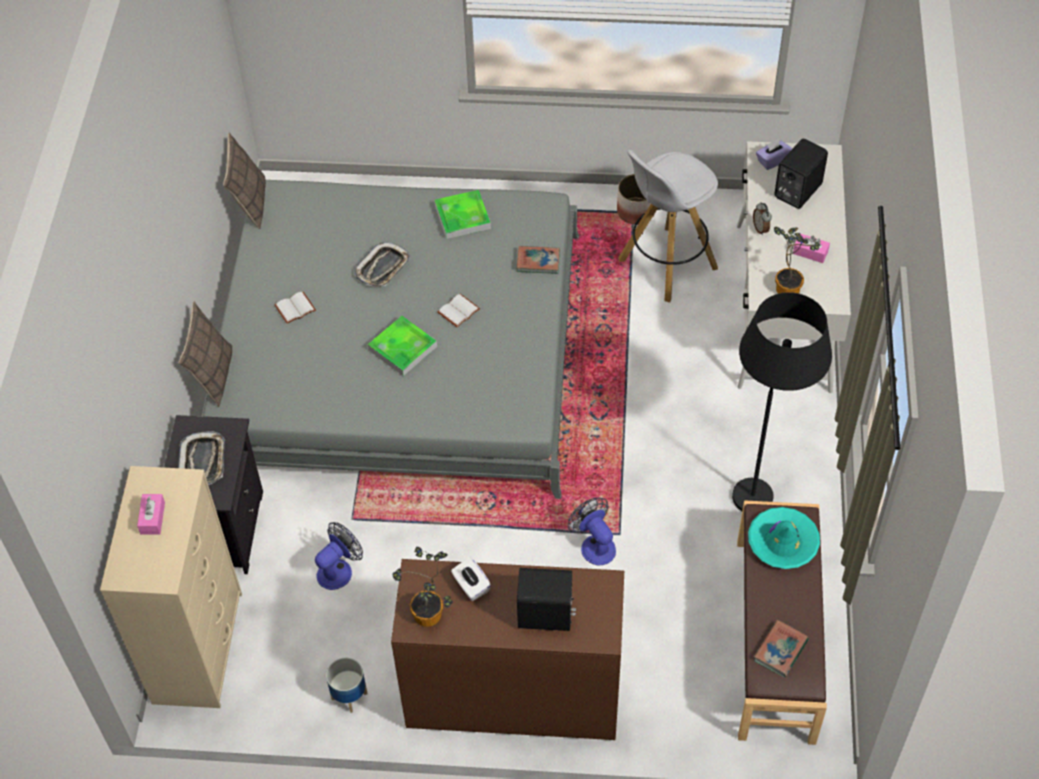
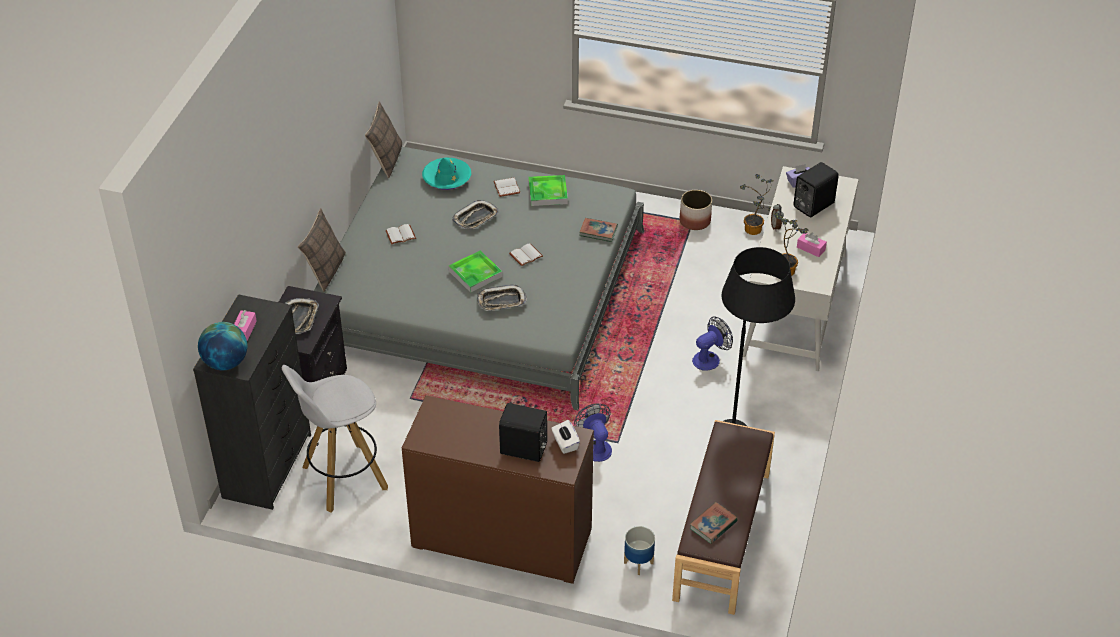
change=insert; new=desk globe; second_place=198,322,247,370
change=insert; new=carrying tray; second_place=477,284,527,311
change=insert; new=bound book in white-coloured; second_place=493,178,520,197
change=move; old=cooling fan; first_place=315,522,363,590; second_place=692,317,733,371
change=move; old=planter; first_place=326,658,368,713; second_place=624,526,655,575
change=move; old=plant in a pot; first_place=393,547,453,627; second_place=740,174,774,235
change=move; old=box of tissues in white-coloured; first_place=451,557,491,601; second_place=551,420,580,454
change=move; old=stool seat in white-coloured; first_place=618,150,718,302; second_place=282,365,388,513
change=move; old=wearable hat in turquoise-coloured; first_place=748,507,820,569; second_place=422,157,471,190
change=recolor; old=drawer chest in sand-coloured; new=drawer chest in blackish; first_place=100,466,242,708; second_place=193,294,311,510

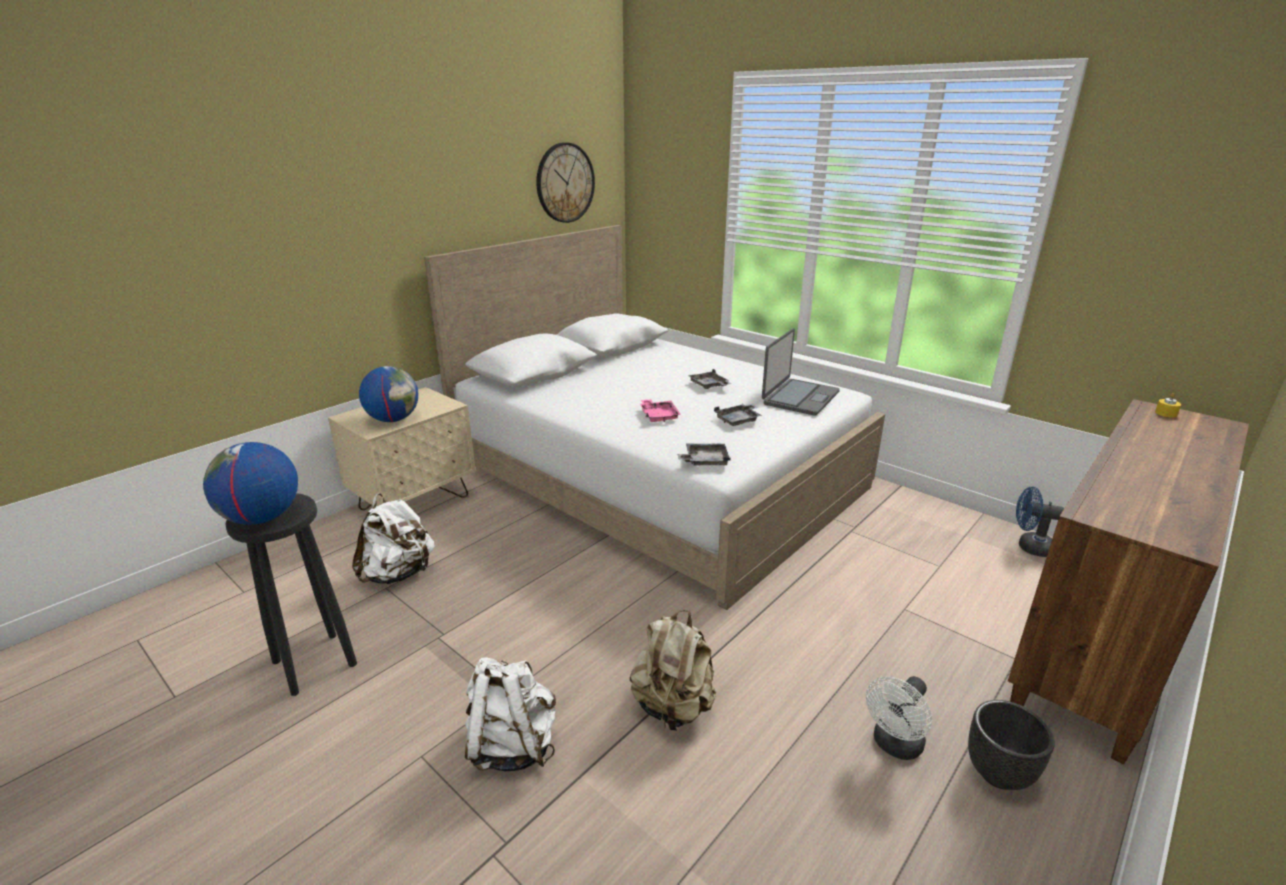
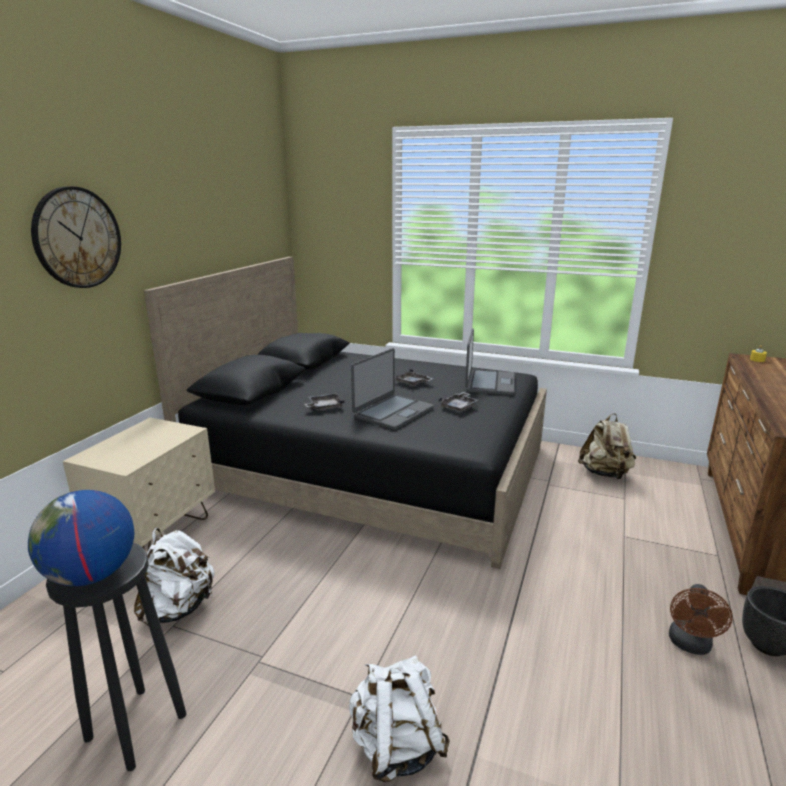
change=delete; old=desk globe; first_place=359,366,418,422
change=delete; old=cooling fan in blue-coloured; first_place=1016,487,1064,557
change=move; old=hanging clock; first_place=536,142,595,223; second_place=31,186,121,288
change=move; old=backpack in sand-coloured; first_place=630,610,716,731; second_place=578,413,636,479
change=move; old=carrying tray in gray; first_place=678,443,731,466; second_place=305,393,345,410
change=replace; old=carrying tray in pink; new=laptop; first_place=640,399,681,422; second_place=351,348,434,430
change=recolor; old=bed in white-coloured; new=bed in blackish; first_place=424,225,885,610; second_place=144,257,547,569
change=recolor; old=cooling fan in white-coloured; new=cooling fan in brown-coloured; first_place=866,676,932,760; second_place=669,584,733,655

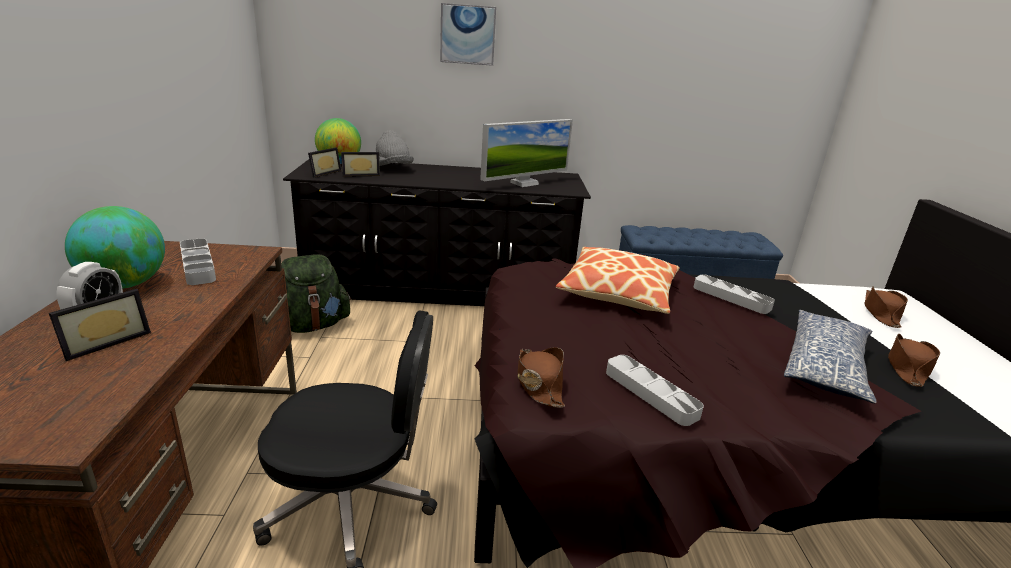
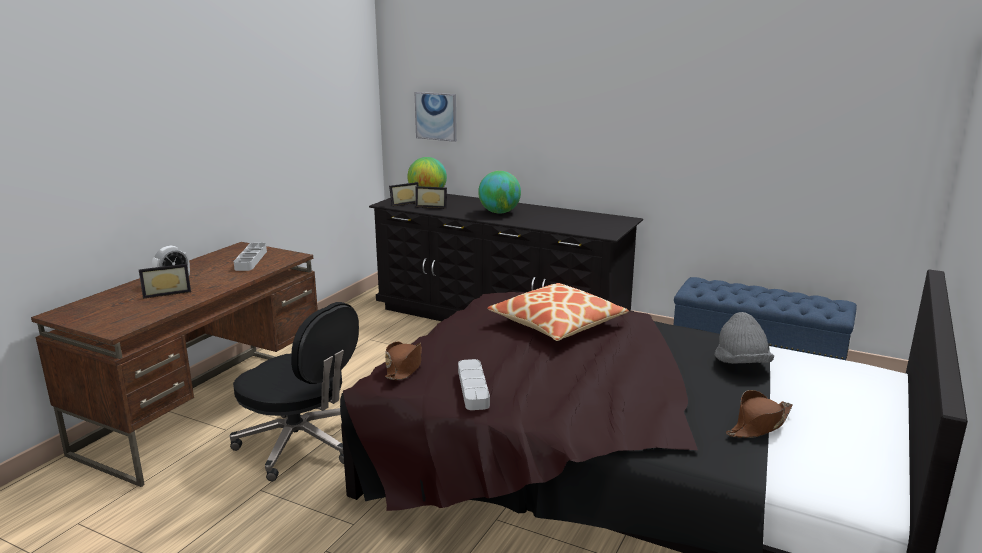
change=delete; old=backpack in greenish; first_place=281,254,351,333
change=delete; old=computer display; first_place=480,119,573,187
change=delete; old=carrying tray in gray; first_place=694,274,775,314
change=delete; old=pillow; first_place=784,310,877,403
change=delete; old=wearable hat in brown-coloured; first_place=864,286,908,328
change=move; old=desk globe; first_place=65,206,165,289; second_place=478,171,521,214
change=move; old=wearable hat in gray; first_place=376,130,414,166; second_place=715,312,774,364
change=move; old=picture; first_place=440,3,496,66; second_place=415,92,457,142

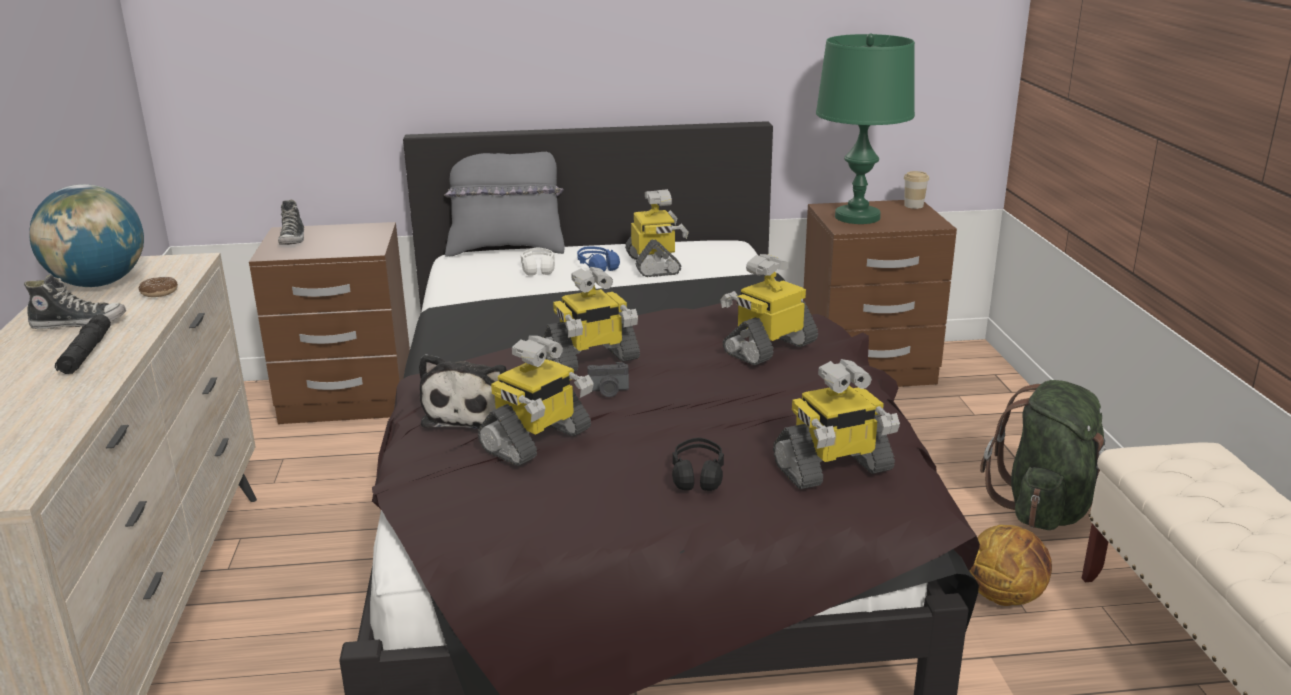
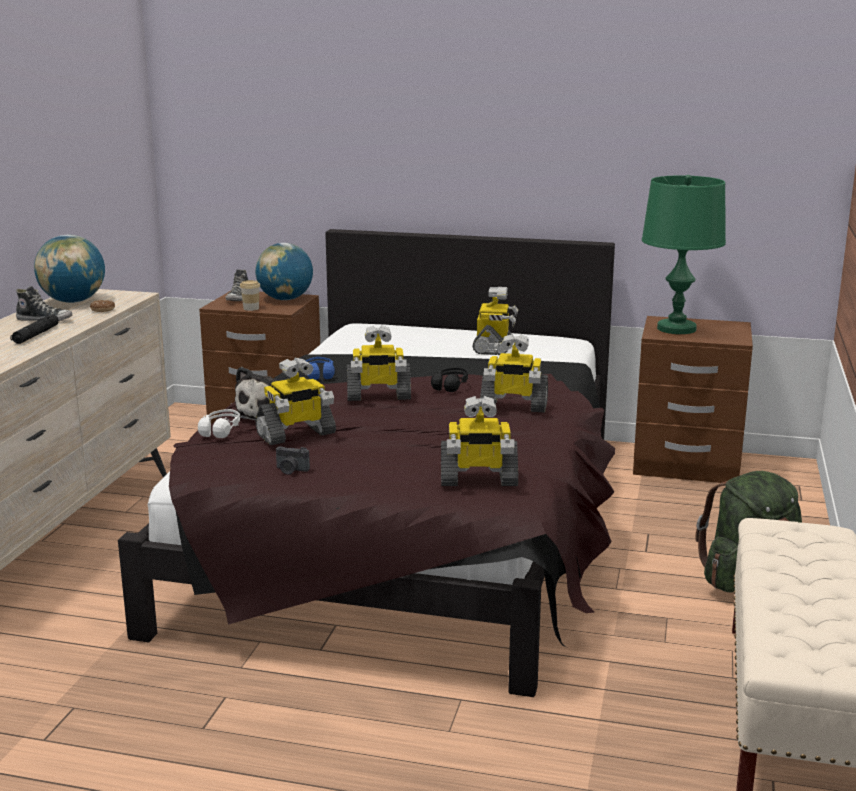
change=delete; old=pillow in gray; first_place=444,152,565,257
change=delete; old=basketball ball; first_place=969,525,1052,606
change=insert; new=desk globe; second_place=255,243,313,300
change=move; old=pair of headphones in white-coloured; first_place=521,248,555,276; second_place=198,409,240,438
change=move; old=pair of headphones in blue-coloured; first_place=577,246,620,272; second_place=306,357,335,380
change=move; old=still camera; first_place=587,362,629,397; second_place=276,447,310,475
change=move; old=pair of headphones in blackish; first_place=672,437,724,491; second_place=431,368,468,392
change=move; old=drinking cup; first_place=904,171,929,209; second_place=240,280,260,311
change=rotate; old=toy robot; first_place=720,254,818,365; second_place=480,334,548,413; degrees=-150

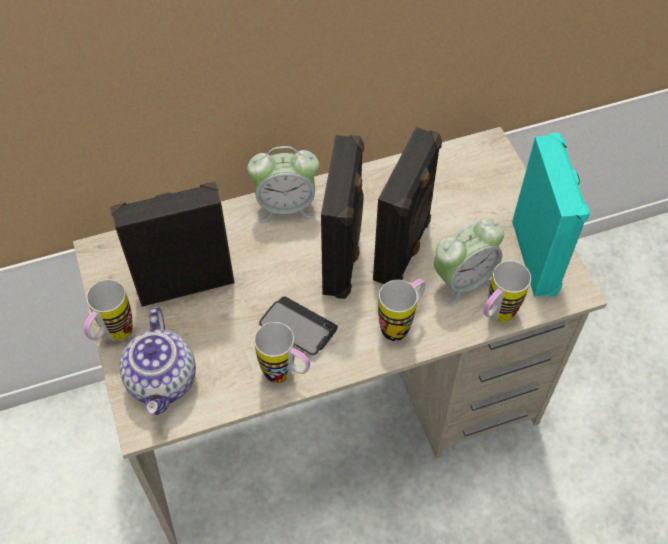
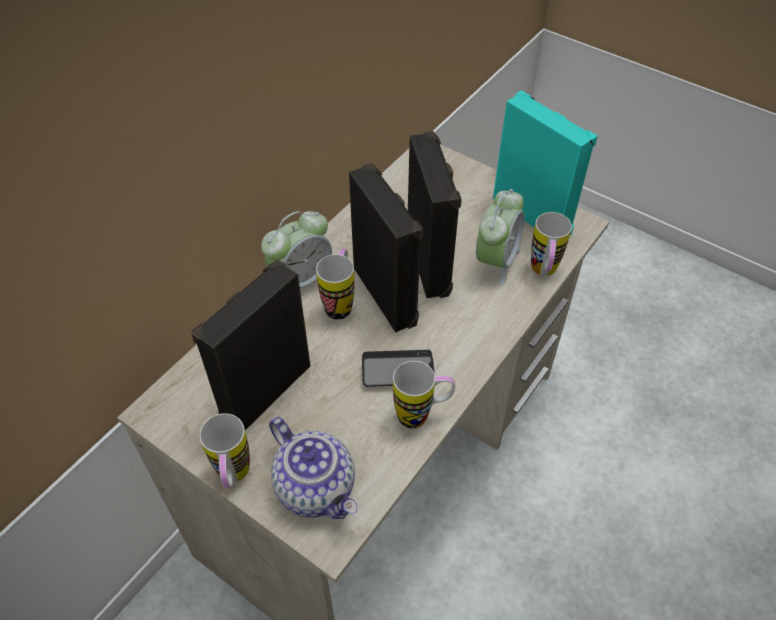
change=move; old=tea mug; first_place=378,279,426,341; second_place=316,248,354,320

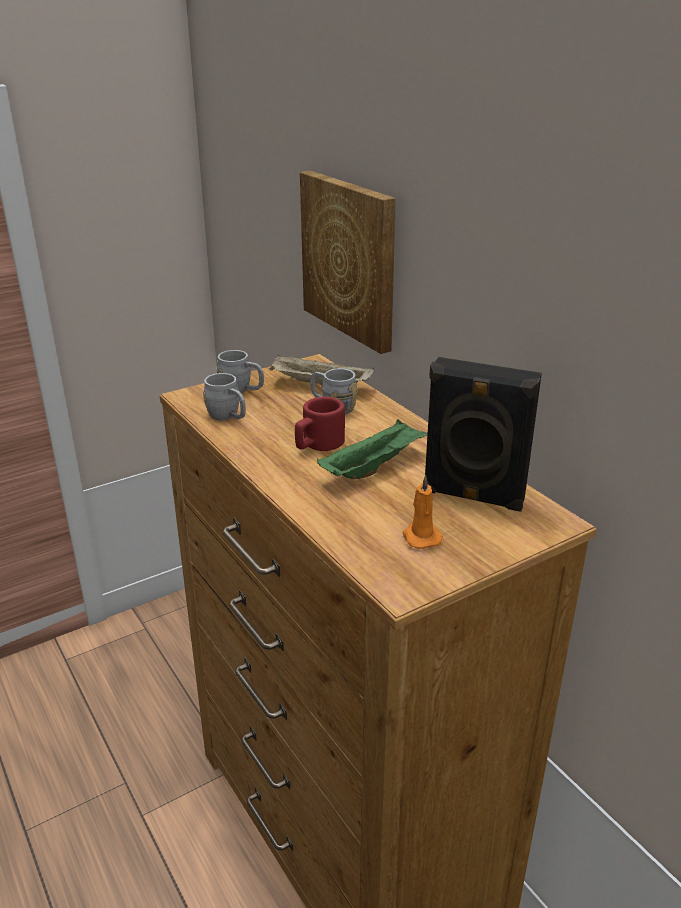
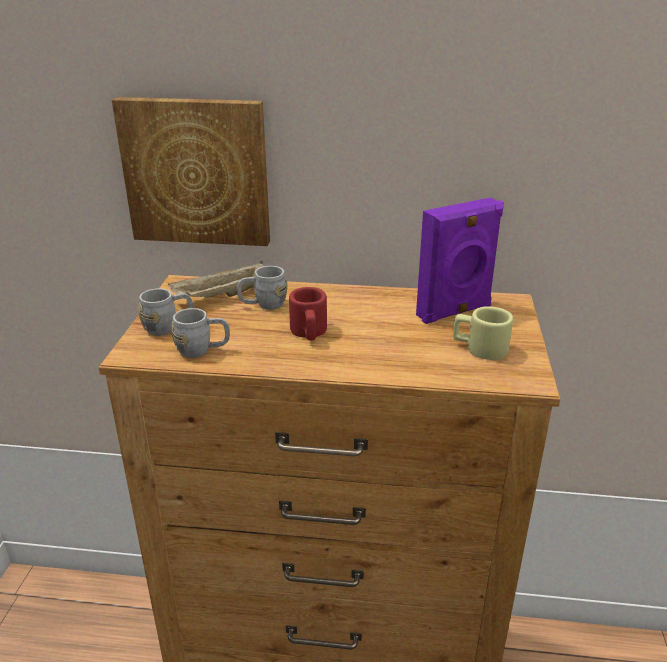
change=delete; old=carrying tray in greenish; first_place=317,419,428,479
change=replace; old=wax light in orangey; new=tea mug in sand-coloured; first_place=403,475,443,549; second_place=453,306,513,360
change=recolor; old=speaker in blackish; new=speaker in purplish; first_place=423,357,542,512; second_place=416,198,504,324

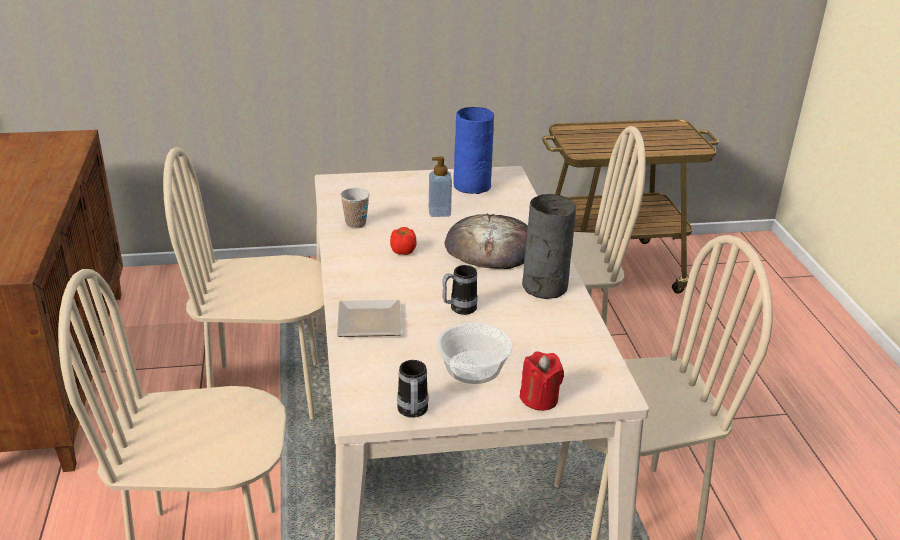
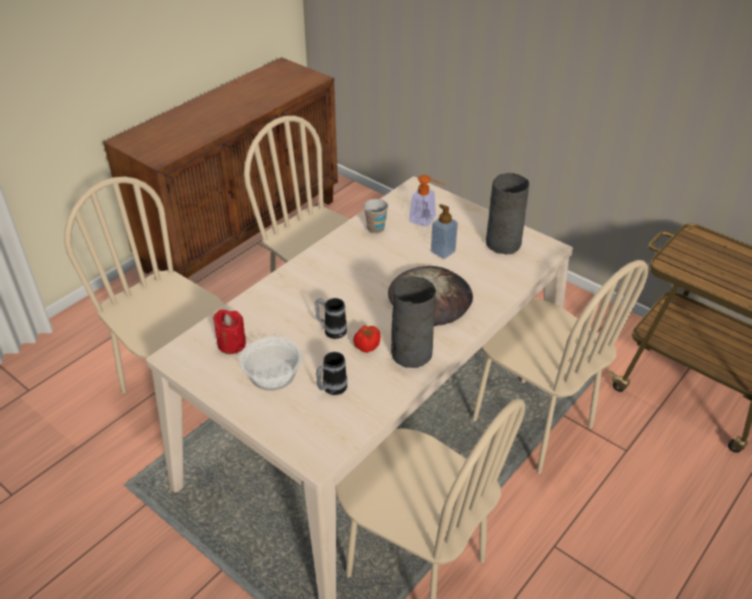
change=delete; old=plate; first_place=337,300,401,337
change=insert; new=soap dispenser; second_place=409,175,444,226
change=move; old=whole tomato; first_place=390,227,417,255; second_place=353,325,380,353
change=move; old=tea mug; first_place=397,360,429,418; second_place=316,352,347,395
change=move; old=wax light in red-coloured; first_place=520,351,564,411; second_place=213,309,246,354
change=recolor; old=vase in blue-coloured; new=vase in gray; first_place=453,107,494,194; second_place=486,173,529,255

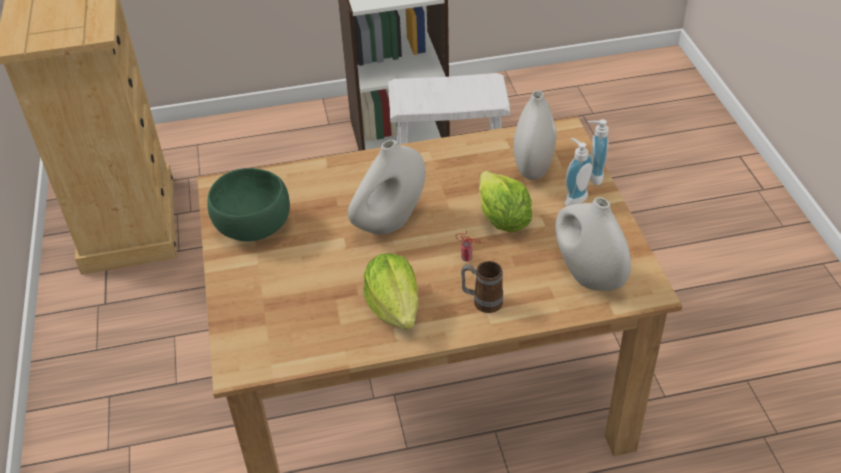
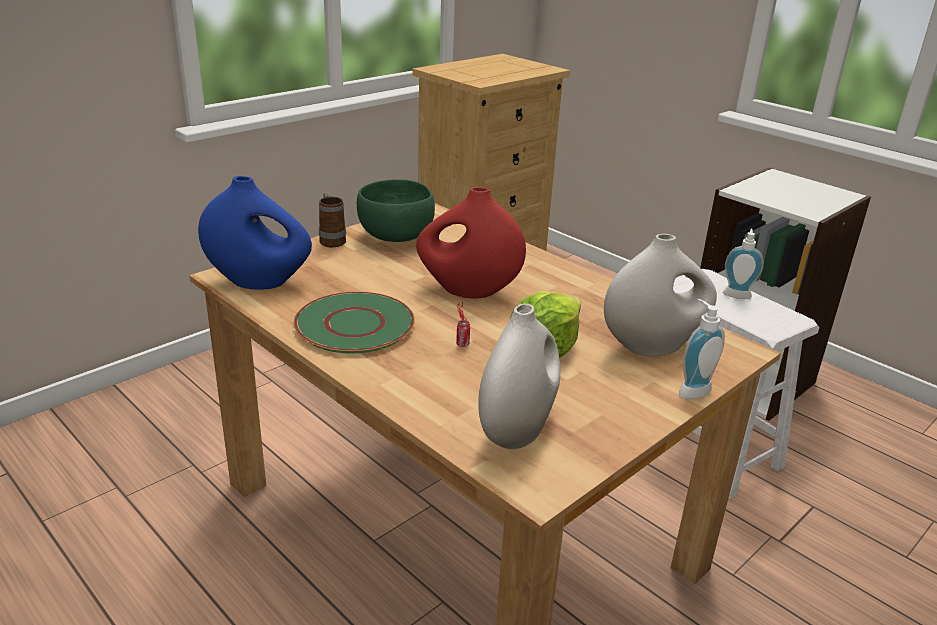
change=insert; new=vase in blue-coloured; second_place=198,176,312,290
change=move; old=tea mug; first_place=461,261,503,313; second_place=319,192,346,247
change=move; old=soap dispenser; first_place=565,138,593,206; second_place=723,229,764,299
change=replace; old=lettuce head; new=plate in greenish; first_place=363,253,418,329; second_place=294,292,415,353
change=recolor; old=vase in white-coloured; new=vase in red-coloured; first_place=348,140,426,235; second_place=416,187,526,299

